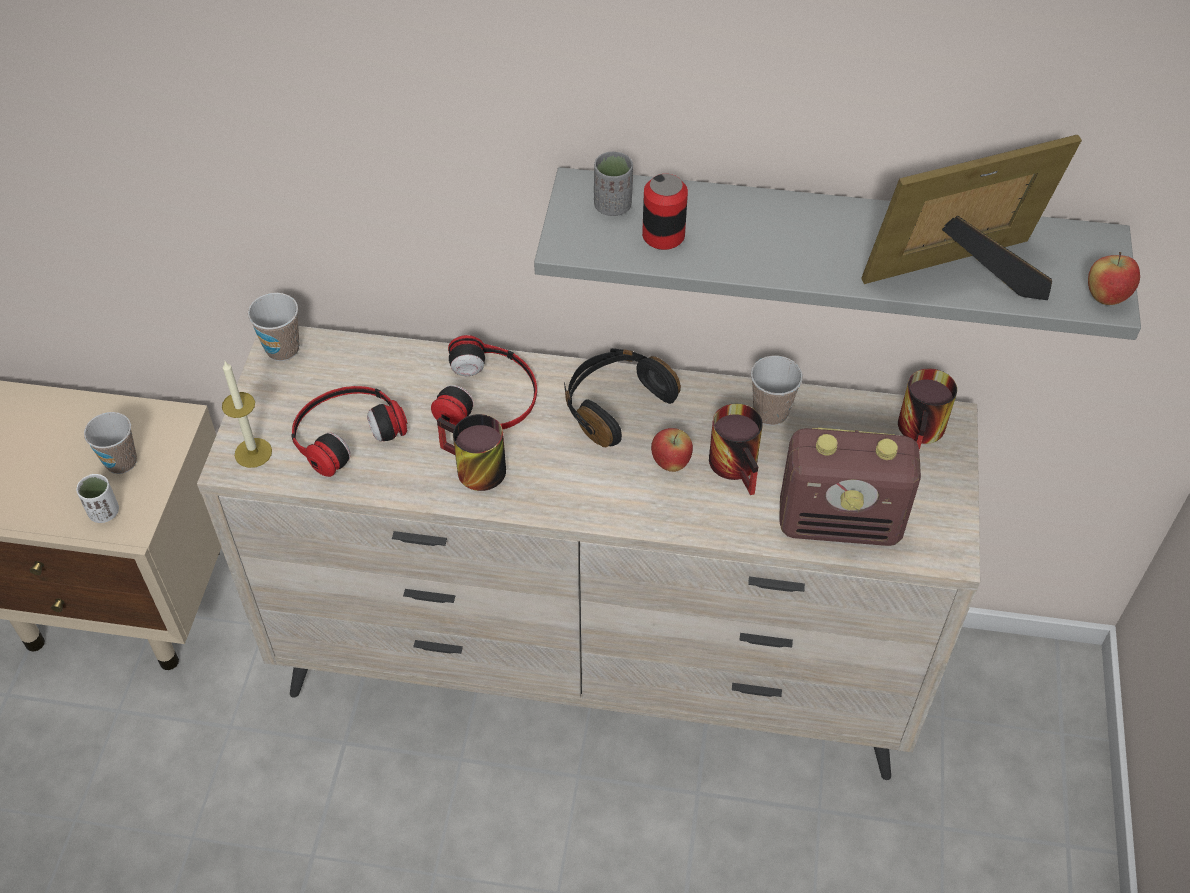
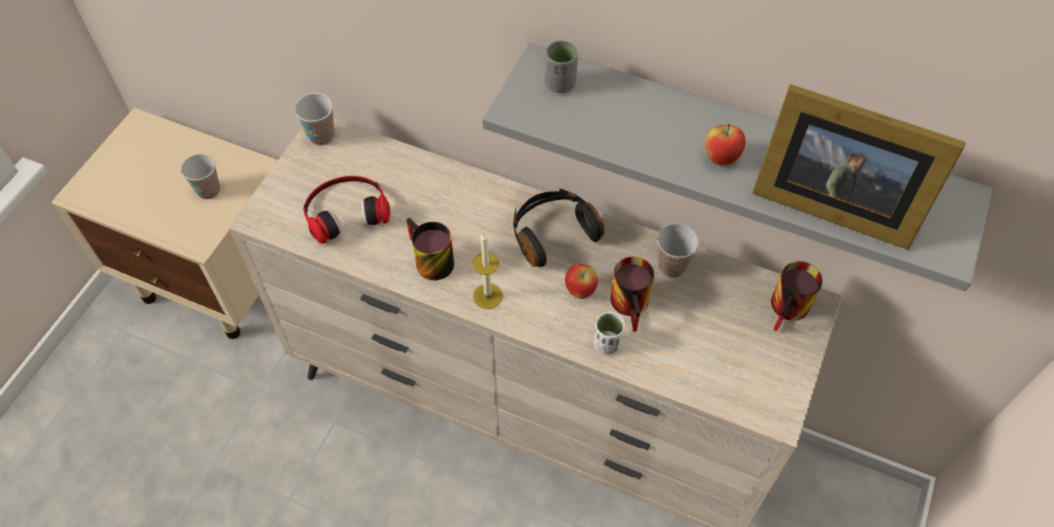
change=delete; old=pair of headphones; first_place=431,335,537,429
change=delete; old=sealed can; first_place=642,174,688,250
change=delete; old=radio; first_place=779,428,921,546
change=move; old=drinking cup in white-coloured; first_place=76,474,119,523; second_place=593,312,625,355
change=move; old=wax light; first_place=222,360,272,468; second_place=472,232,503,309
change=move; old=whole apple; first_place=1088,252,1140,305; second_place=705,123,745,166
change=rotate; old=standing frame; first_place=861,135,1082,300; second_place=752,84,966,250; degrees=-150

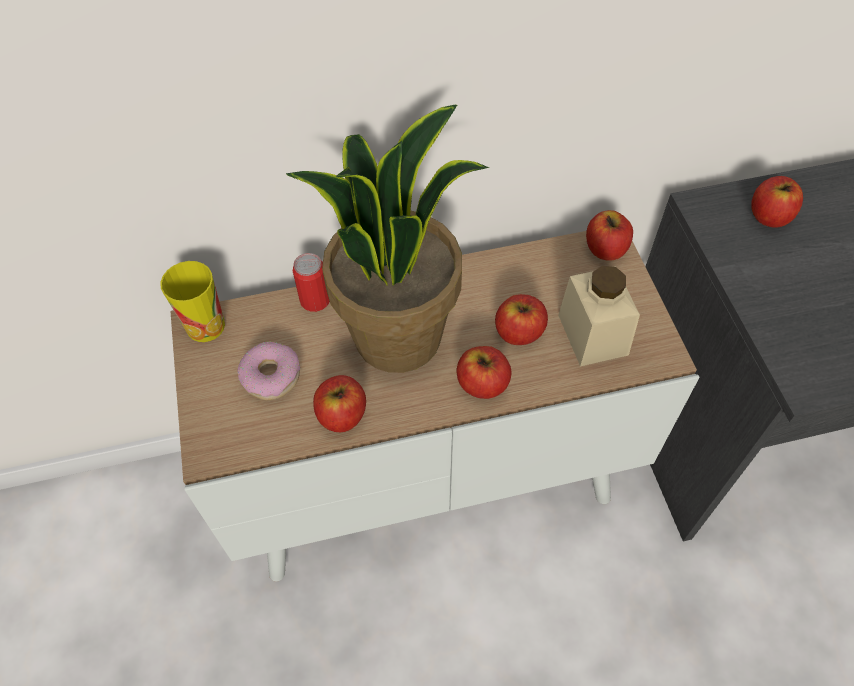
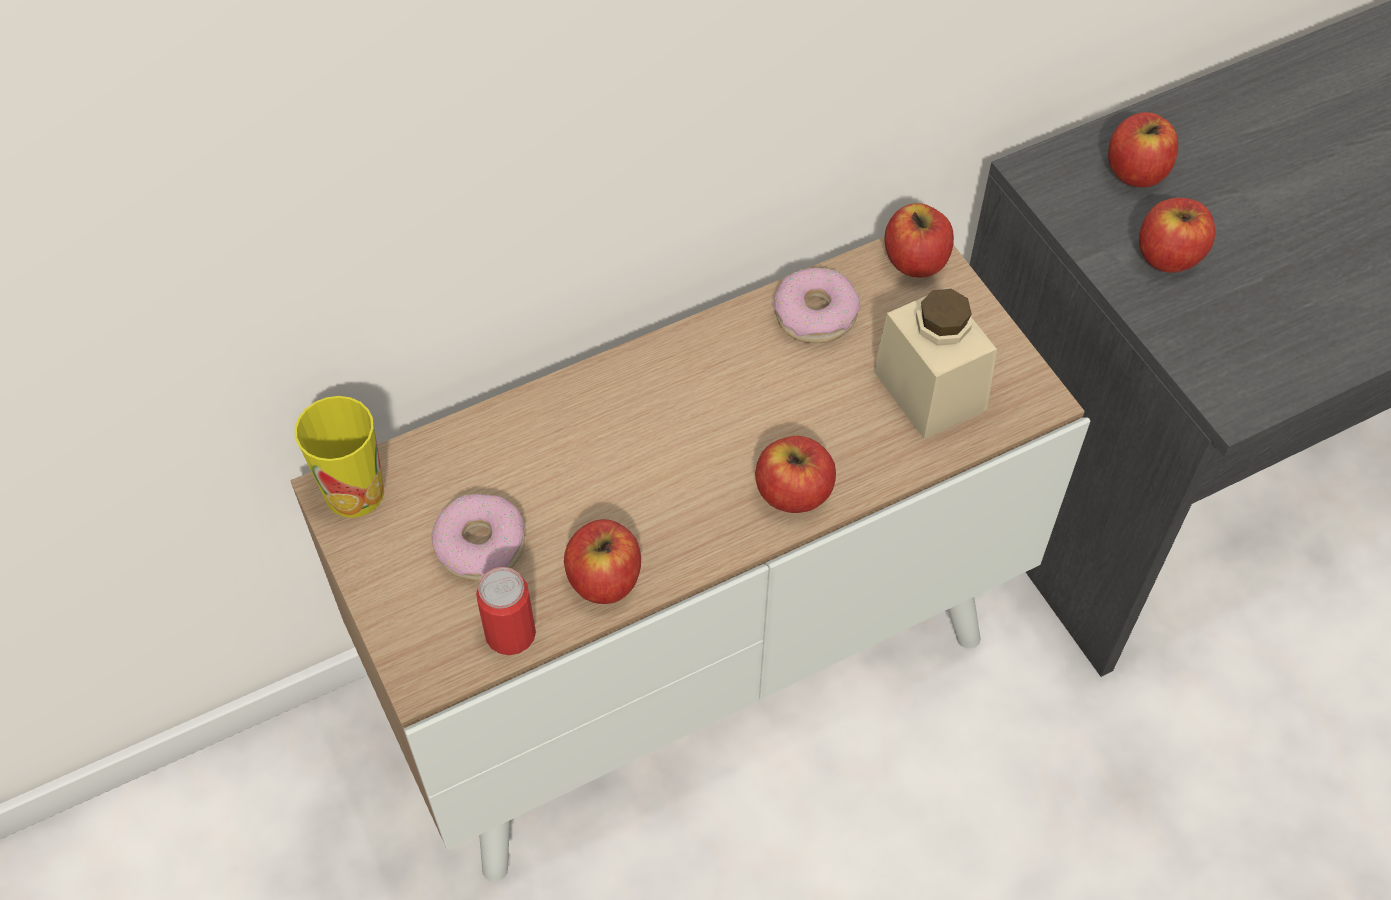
change=delete; old=plant in a pot; first_place=285,105,490,373
change=insert; new=donut; second_place=774,268,860,343
change=move; old=sealed can; first_place=293,253,330,312; second_place=476,567,536,655
change=move; old=whole apple; first_place=495,294,548,345; second_place=1139,198,1215,273

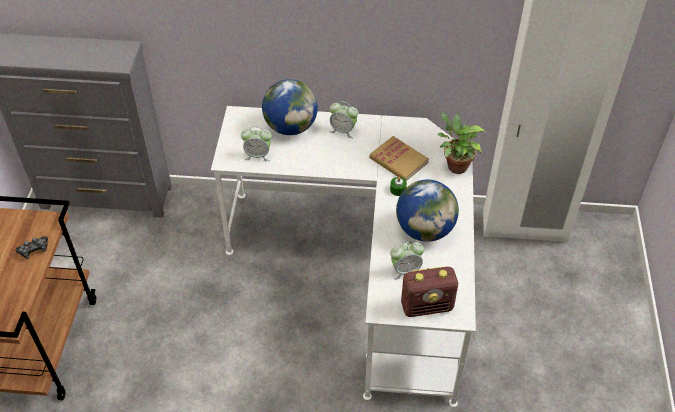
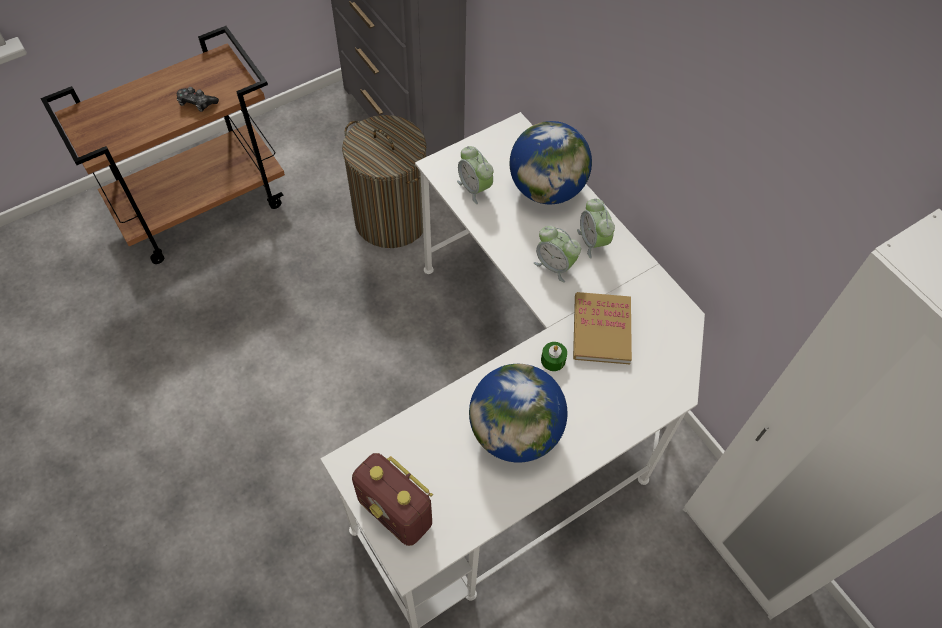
change=delete; old=plant in a pot; first_place=438,112,485,174
change=insert; new=hamper; second_place=342,115,426,248
change=move; old=table clock; first_place=390,242,424,280; second_place=534,226,581,283

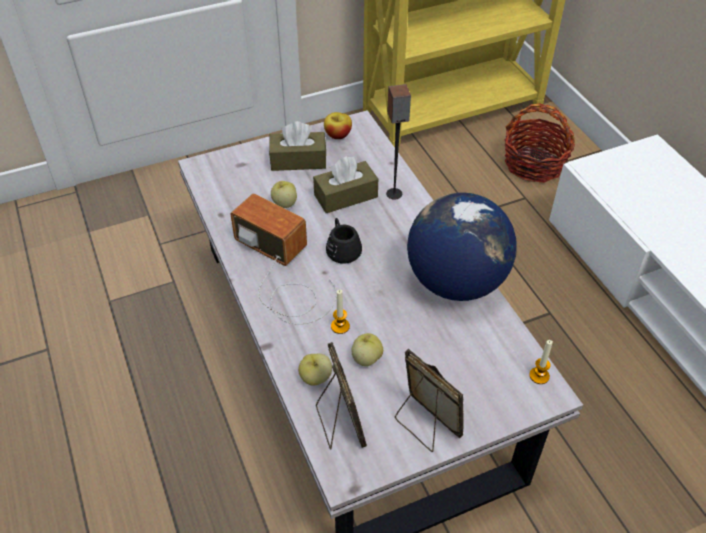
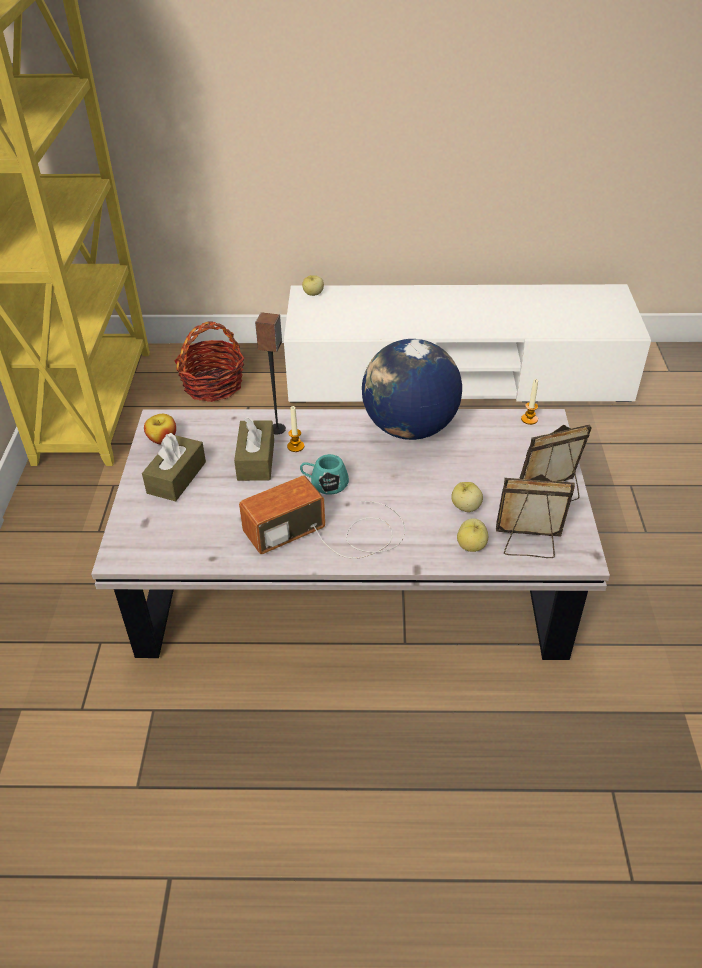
change=move; old=whole apple; first_place=271,181,297,208; second_place=302,275,324,296
change=move; old=wax light; first_place=331,290,350,334; second_place=287,406,304,452
change=recolor; old=tea mug in blackish; new=tea mug in turquoise-coloured; first_place=326,218,362,264; second_place=300,454,349,495

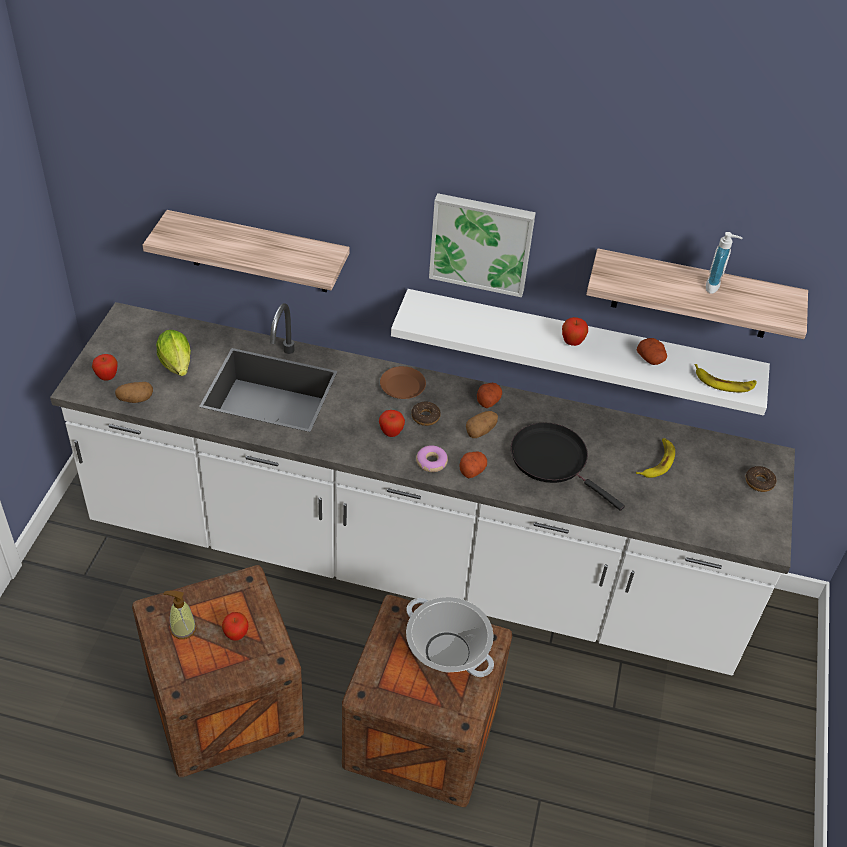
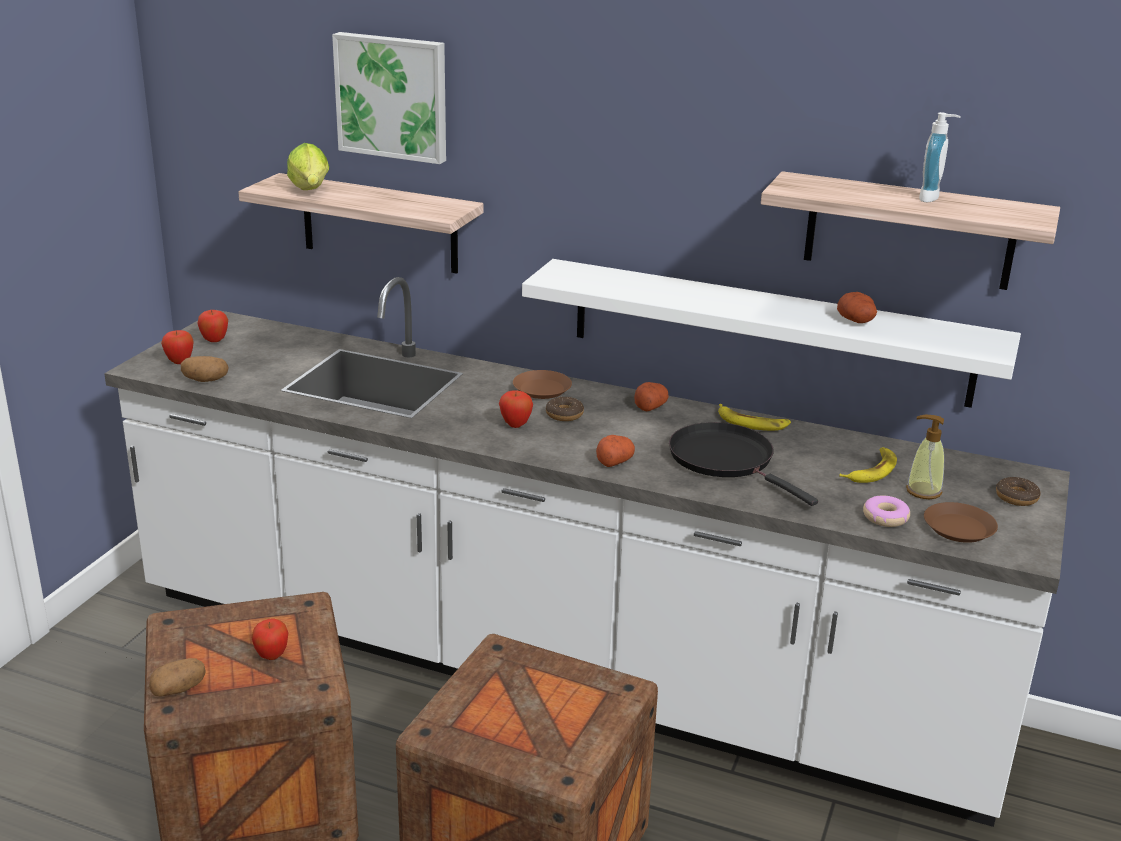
change=delete; old=cooking pot; first_place=406,597,494,677
change=insert; new=plate in brown-coloured; second_place=924,502,998,543
change=move; old=lettuce head; first_place=156,330,191,376; second_place=287,143,329,190
change=move; old=soap dispenser; first_place=163,591,196,639; second_place=906,414,944,499
change=move; old=donut; first_place=416,445,448,472; second_place=863,495,910,527
change=move; old=picture; first_place=429,193,536,297; second_place=332,32,446,164
change=move; old=spud; first_place=466,411,498,438; second_place=149,658,206,696
change=move; old=whole apple; first_place=562,317,588,346; second_place=197,310,228,342
change=move; old=banana fruit; first_place=695,364,757,392; second_place=718,404,791,431

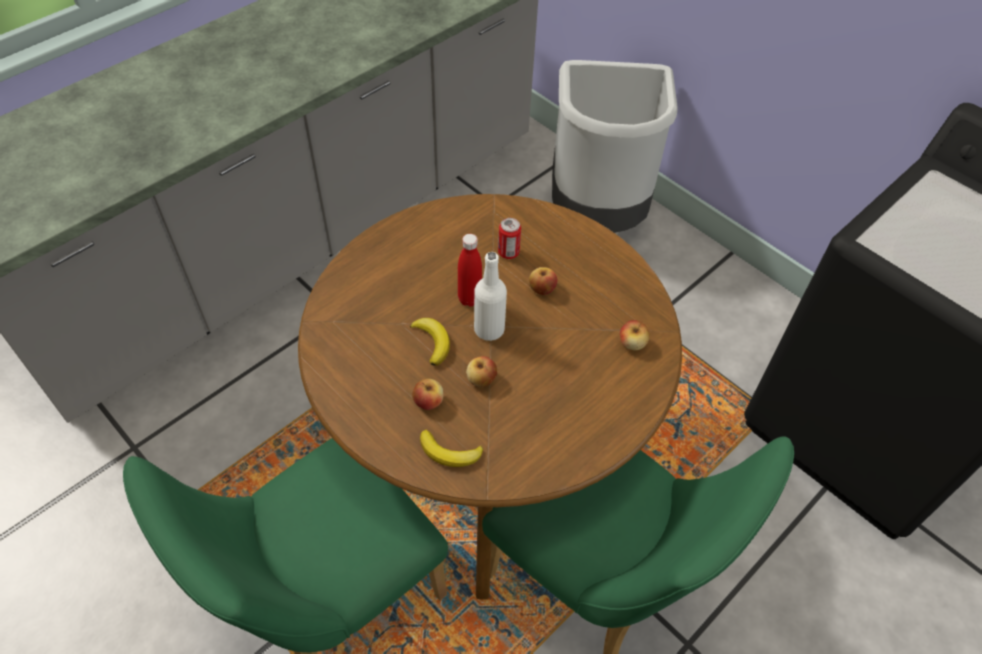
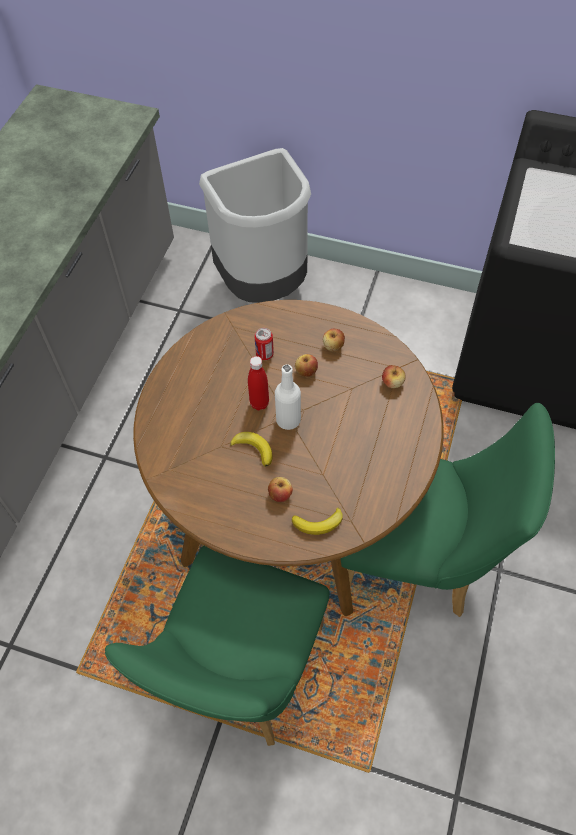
change=move; old=whole apple; first_place=466,356,497,387; second_place=323,329,345,351

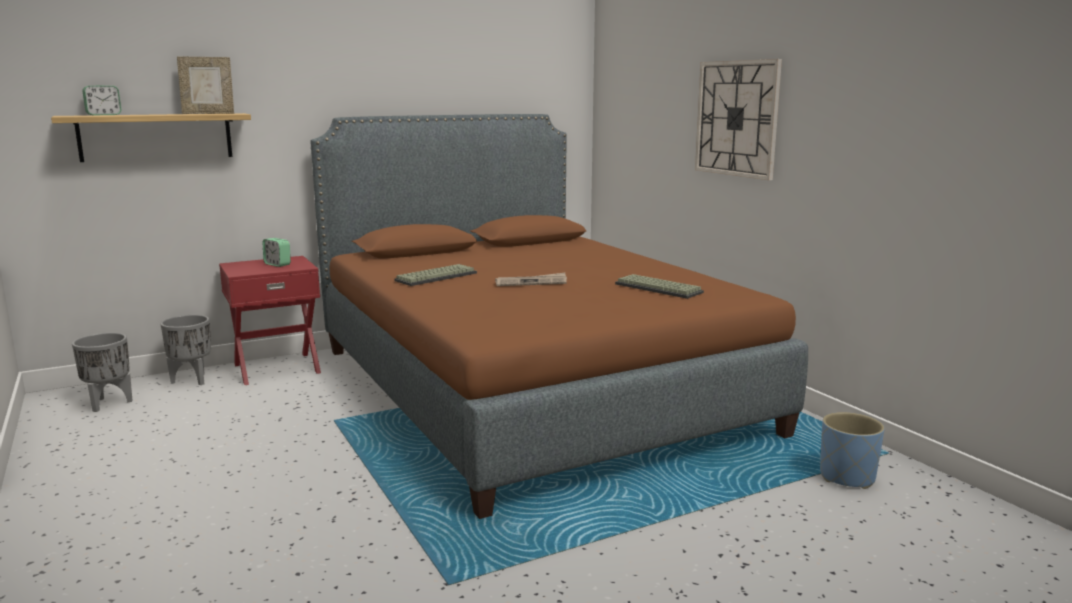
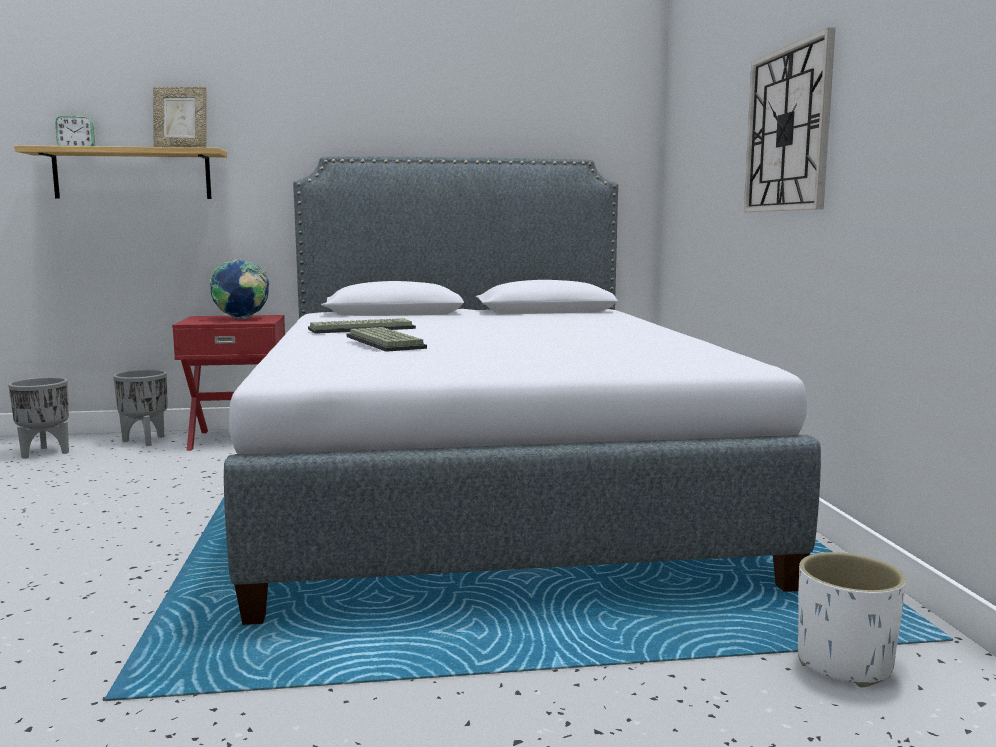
change=delete; old=printed paper; first_place=495,273,567,286
change=move; old=PC keyboard; first_place=615,274,704,299; second_place=347,327,427,352
change=replace; old=table clock; new=desk globe; first_place=262,238,291,267; second_place=210,260,270,319
change=recolor; old=bed in brown-coloured; new=bed in gray; first_place=311,114,808,519; second_place=224,156,821,625
change=recolor; old=planter in blue-coloured; new=planter in white-coloured; first_place=820,412,885,489; second_place=798,552,906,687

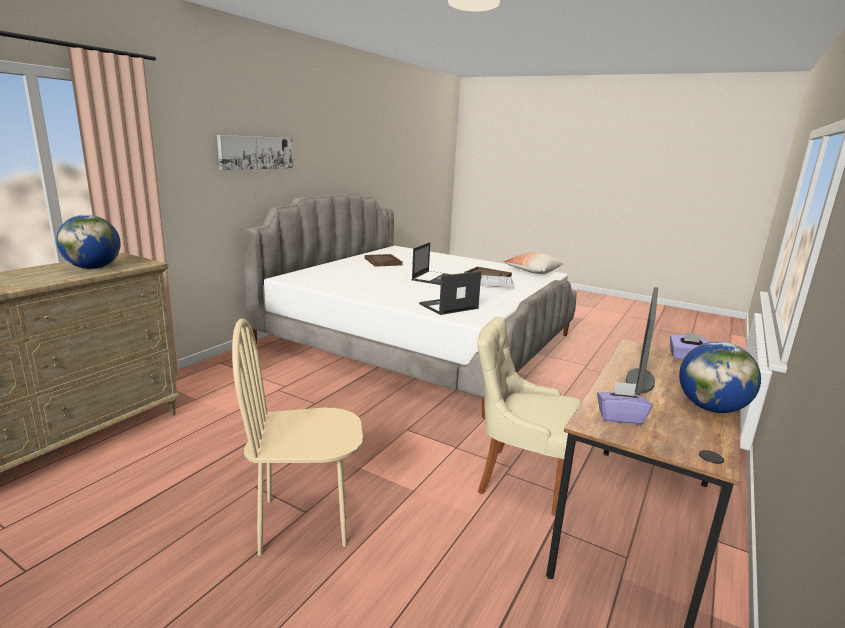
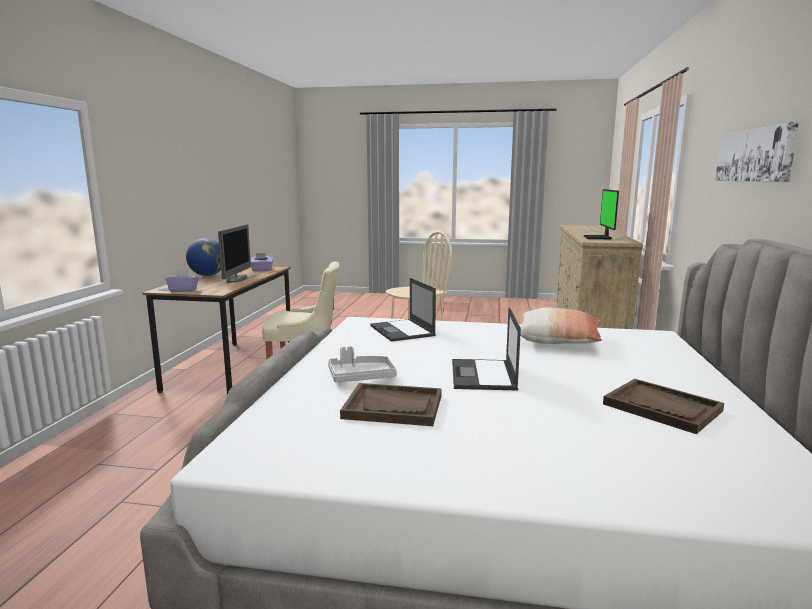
change=move; old=pillow; first_place=503,253,563,274; second_place=520,307,602,344
change=replace; old=desk globe; new=computer display; first_place=56,215,121,269; second_place=583,189,619,239
change=rotate; old=laptop; first_place=419,271,481,315; second_place=370,278,436,342; degrees=120

